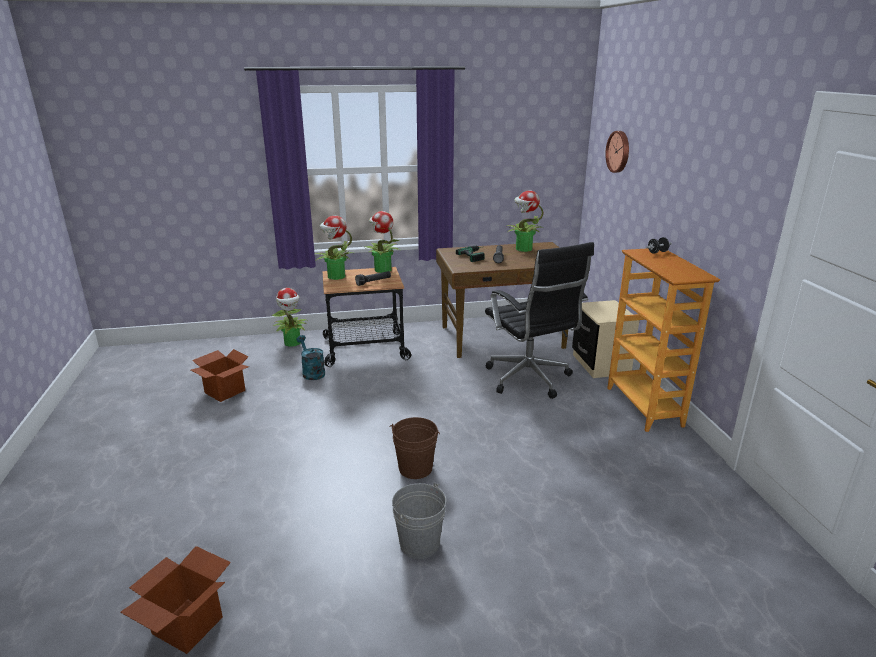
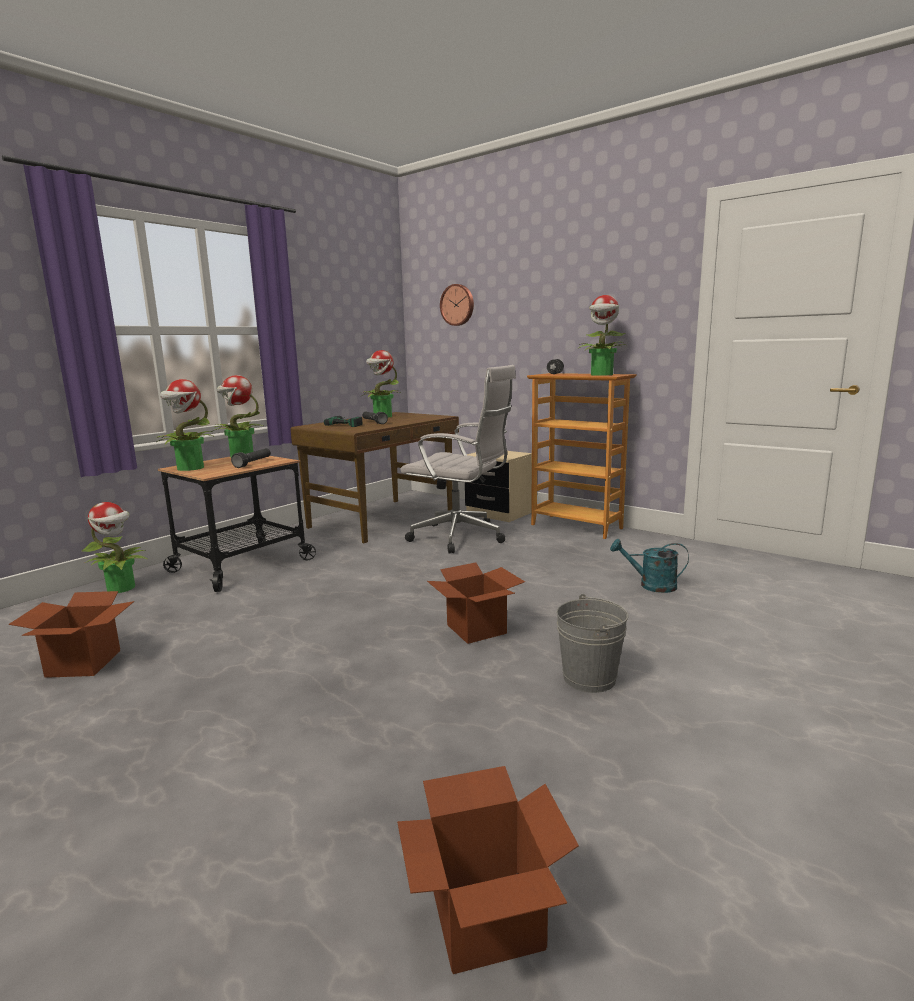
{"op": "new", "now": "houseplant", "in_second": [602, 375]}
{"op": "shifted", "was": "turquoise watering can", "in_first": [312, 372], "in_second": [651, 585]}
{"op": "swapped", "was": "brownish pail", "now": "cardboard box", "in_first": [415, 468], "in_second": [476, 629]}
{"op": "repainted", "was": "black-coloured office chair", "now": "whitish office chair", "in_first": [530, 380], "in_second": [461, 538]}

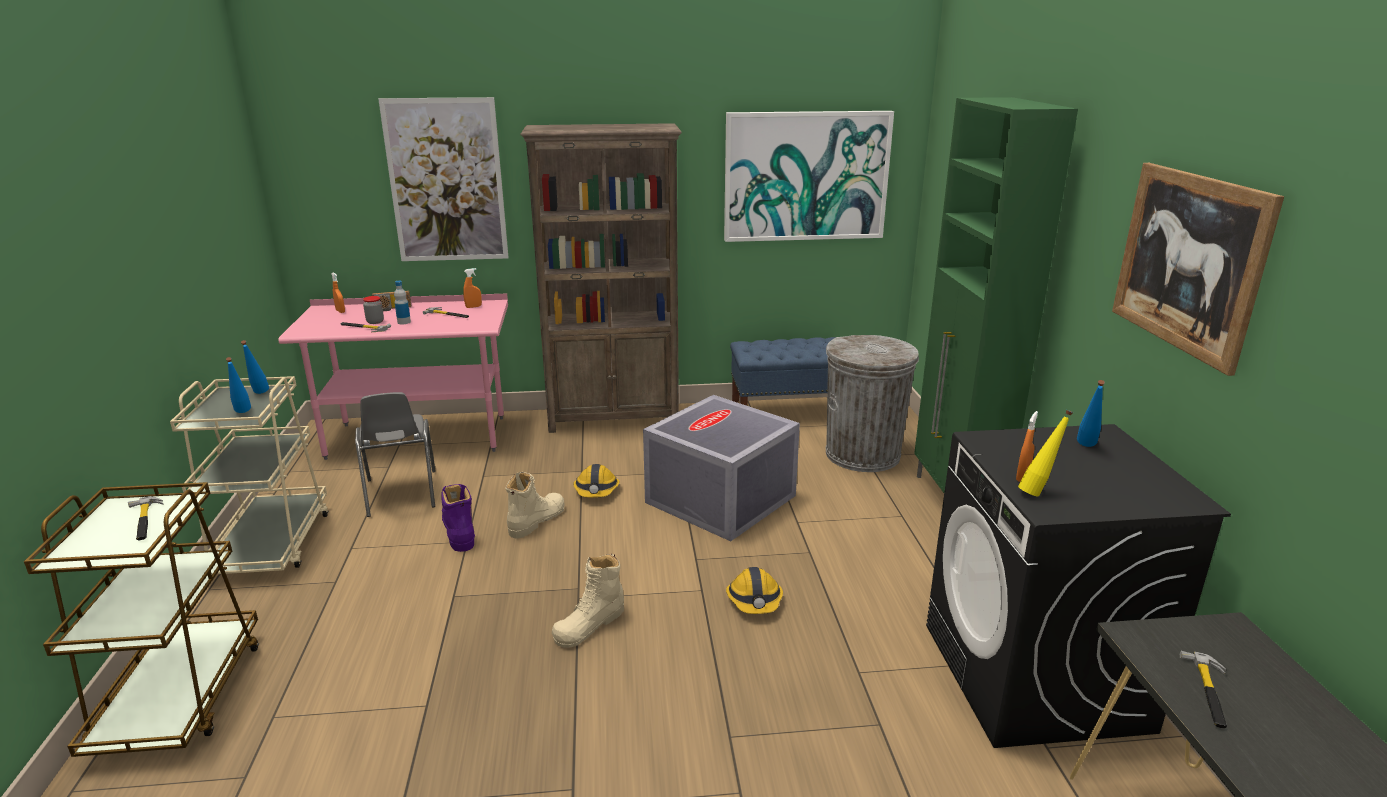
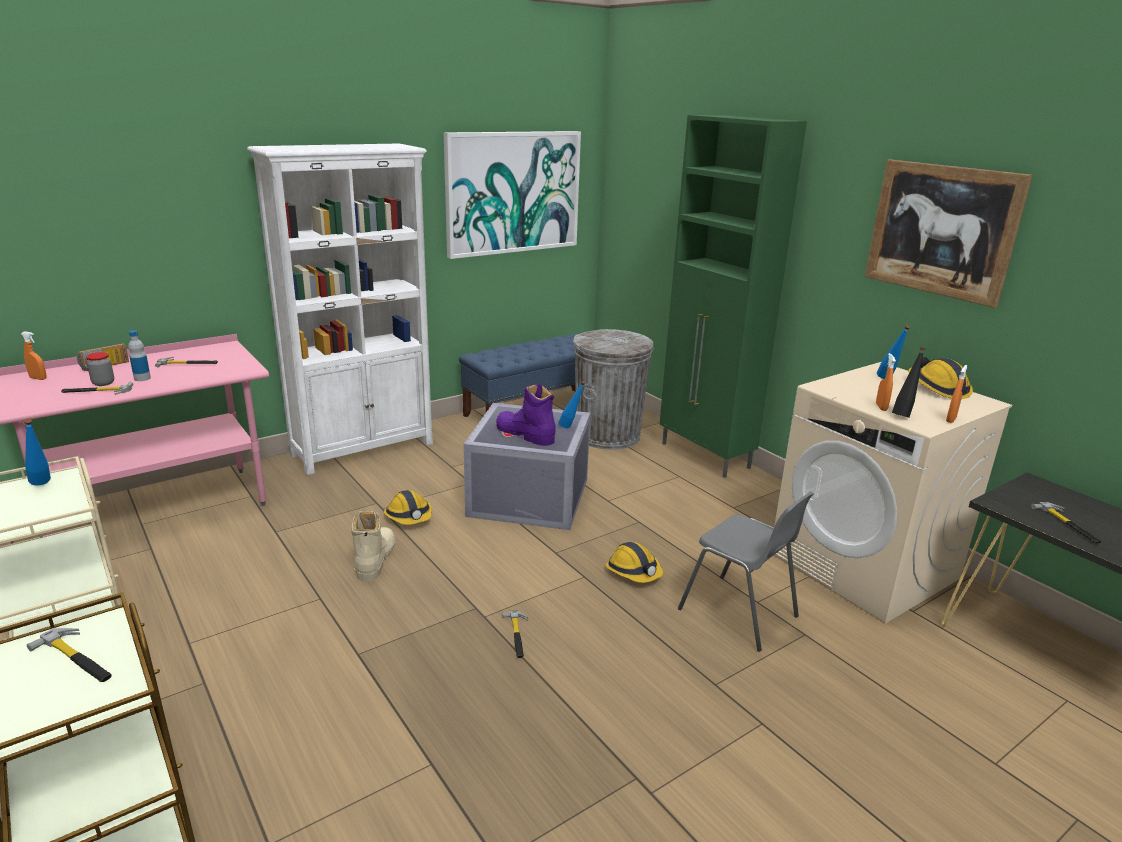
{"op": "gone", "was": "wall art", "in_first": [446, 181]}
{"op": "new", "now": "hard hat", "in_second": [938, 388]}
{"op": "shifted", "was": "blue drink bottle", "in_first": [243, 413], "in_second": [570, 428]}
{"op": "shifted", "was": "grey upright chair", "in_first": [401, 494], "in_second": [739, 613]}
{"op": "shifted", "was": "purplish tall boot", "in_first": [459, 532], "in_second": [525, 434]}
{"op": "shifted", "was": "orange-coloured spray bottle", "in_first": [473, 307], "in_second": [951, 419]}
{"op": "swapped", "was": "beige tall boot", "now": "tool hammer", "in_first": [590, 624], "in_second": [517, 636]}
{"op": "repainted", "was": "brownish bookshelf", "now": "whitish bookshelf", "in_first": [614, 419], "in_second": [364, 449]}
{"op": "repainted", "was": "black-coloured laundry appliance", "now": "beige laundry appliance", "in_first": [1034, 677], "in_second": [864, 566]}
{"op": "repainted", "was": "yellowish drink bottle", "now": "black-coloured drink bottle", "in_first": [1038, 492], "in_second": [903, 415]}

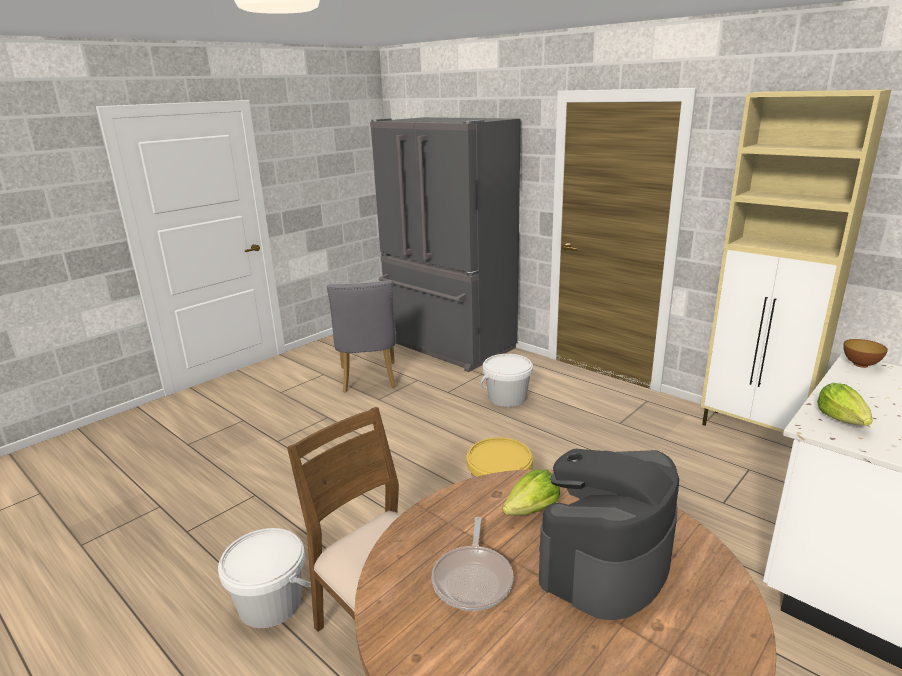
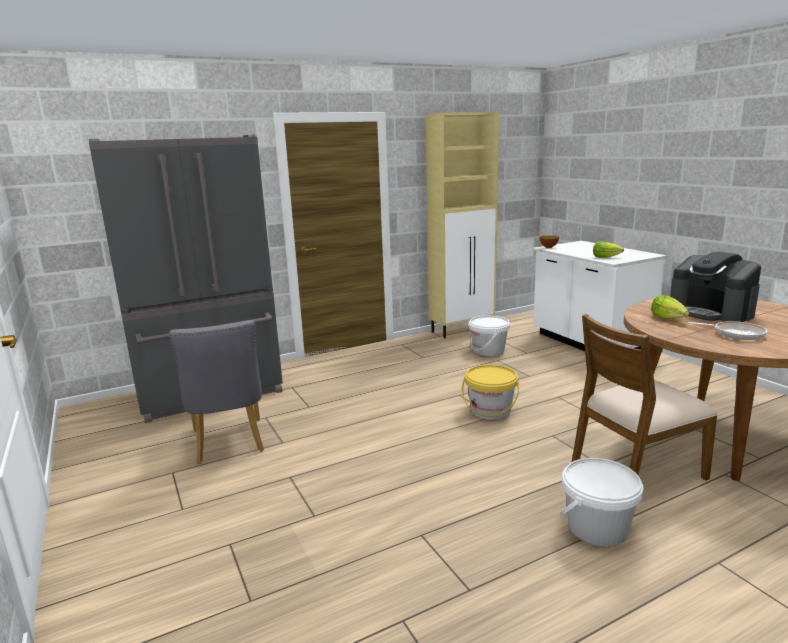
{"op": "shifted", "was": "whitish pail", "in_first": [507, 398], "in_second": [488, 351]}
{"op": "rotated", "was": "grey upright chair", "in_first": [368, 380], "in_second": [229, 444], "clockwise": 60}

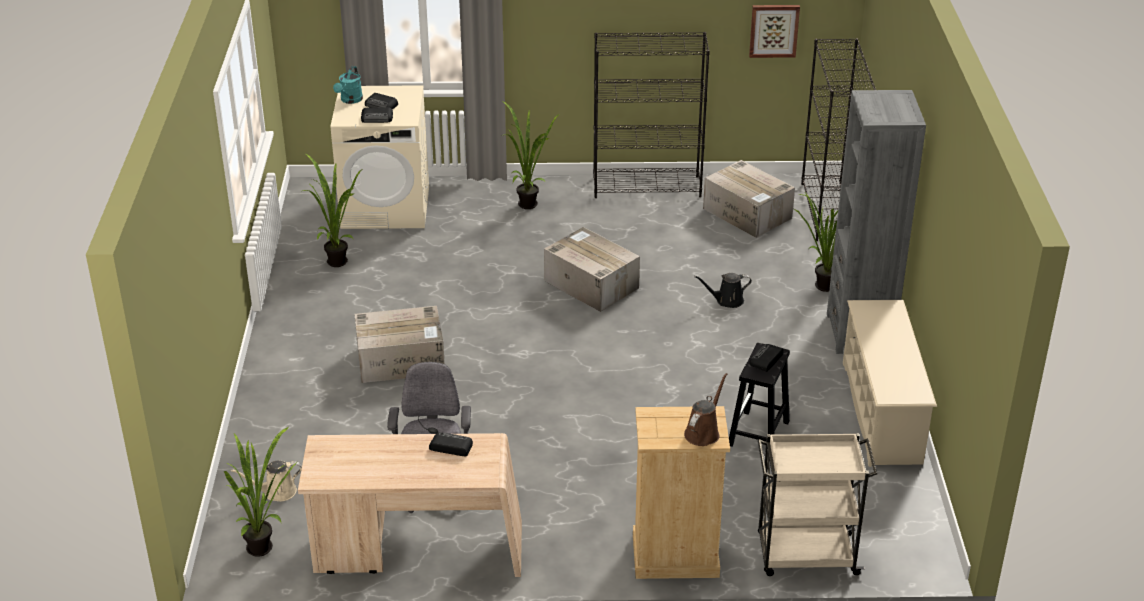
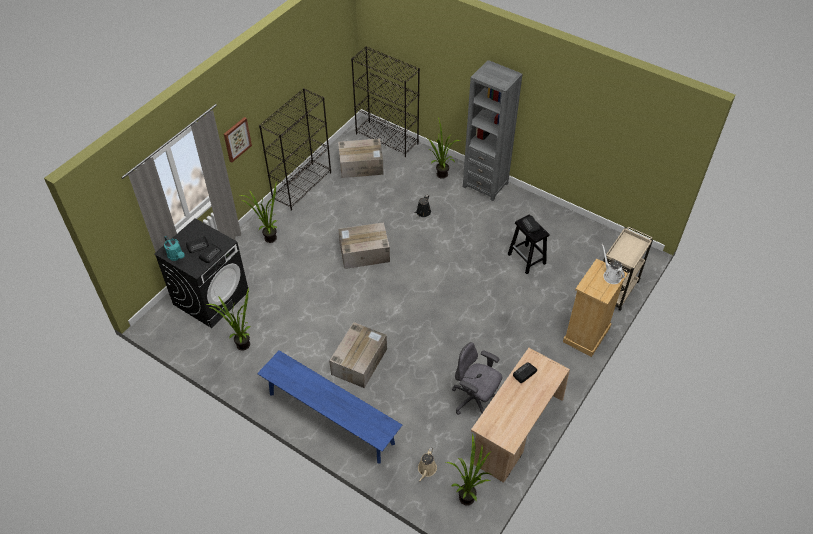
{"op": "gone", "was": "beige shoe shelf", "in_first": [881, 412]}
{"op": "new", "now": "blue bench", "in_second": [330, 418]}
{"op": "shifted", "was": "wall art", "in_first": [774, 30], "in_second": [236, 139]}
{"op": "repainted", "was": "beige laundry appliance", "now": "black-coloured laundry appliance", "in_first": [386, 207], "in_second": [211, 297]}
{"op": "repainted", "was": "brownish watering can", "now": "whitish watering can", "in_first": [703, 432], "in_second": [611, 275]}

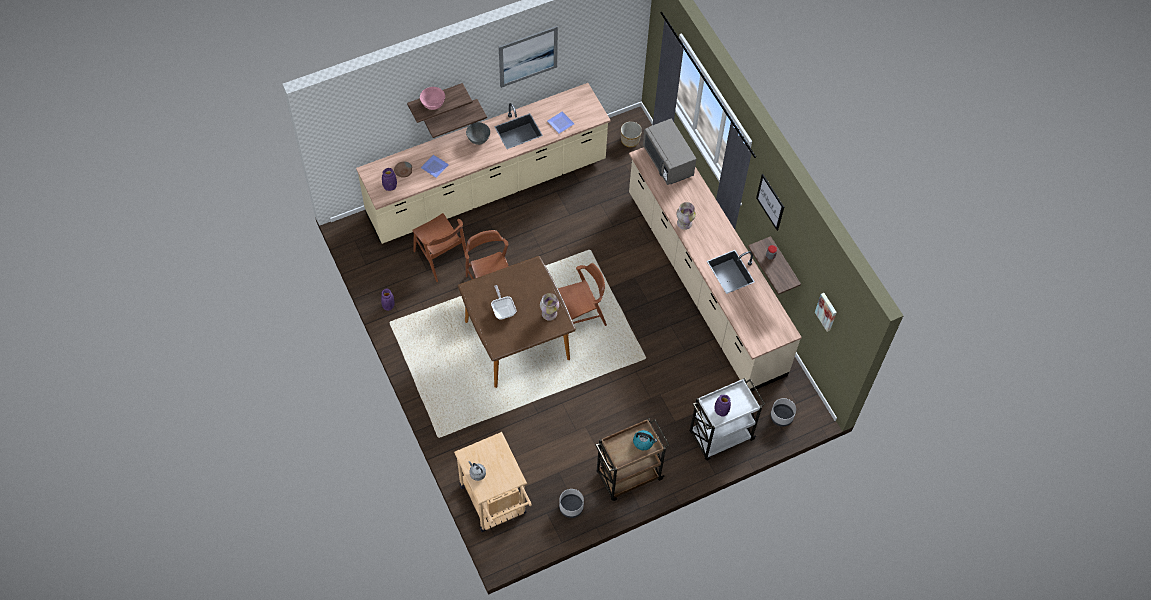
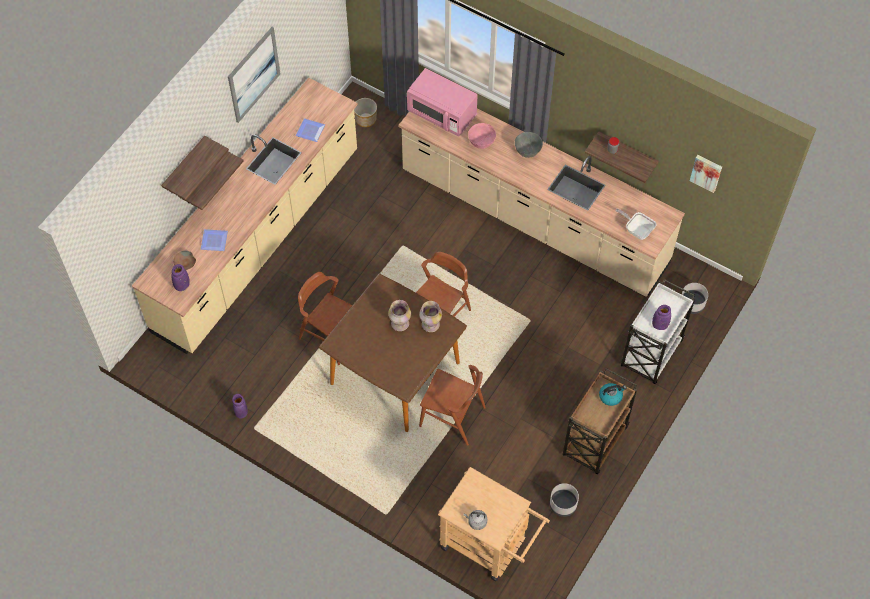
{"op": "gone", "was": "wall art", "in_first": [770, 202]}
{"op": "shifted", "was": "brownish upright chair", "in_first": [441, 257], "in_second": [452, 416]}
{"op": "shifted", "was": "pink deep dish", "in_first": [433, 105], "in_second": [481, 143]}
{"op": "shifted", "was": "grey deep dish", "in_first": [478, 139], "in_second": [528, 151]}
{"op": "shifted", "was": "skillet", "in_first": [503, 310], "in_second": [637, 229]}
{"op": "shifted", "was": "vase", "in_first": [684, 223], "in_second": [399, 324]}
{"op": "repainted", "was": "grey kitchen microwave", "now": "pink kitchen microwave", "in_first": [668, 161], "in_second": [442, 114]}

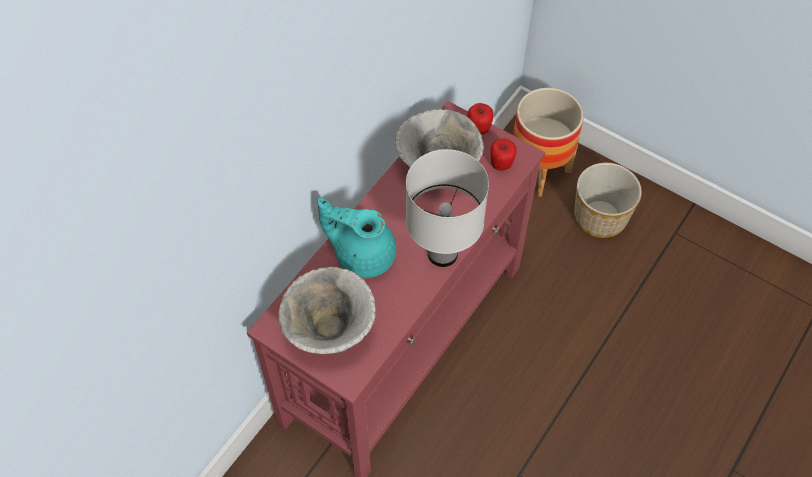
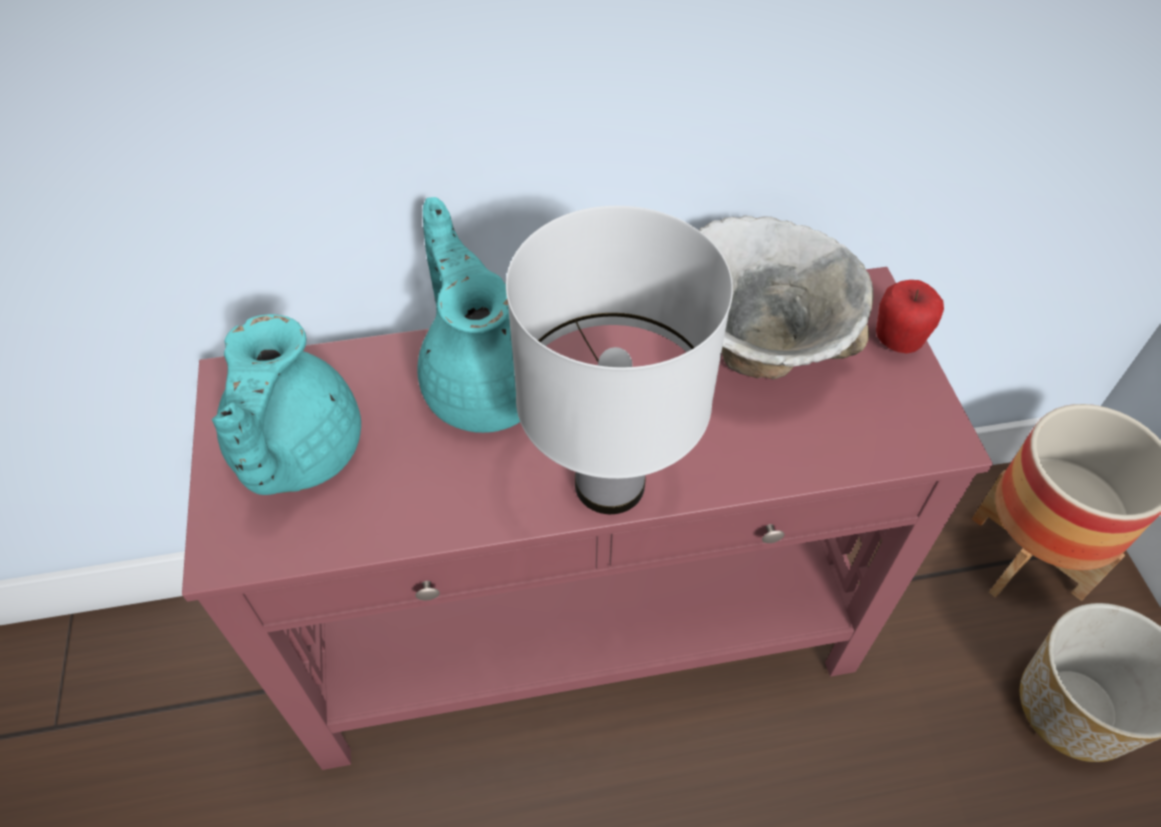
{"op": "gone", "was": "whole apple", "in_first": [501, 165]}
{"op": "swapped", "was": "deep dish", "now": "turquoise teapot", "in_first": [329, 332], "in_second": [295, 454]}

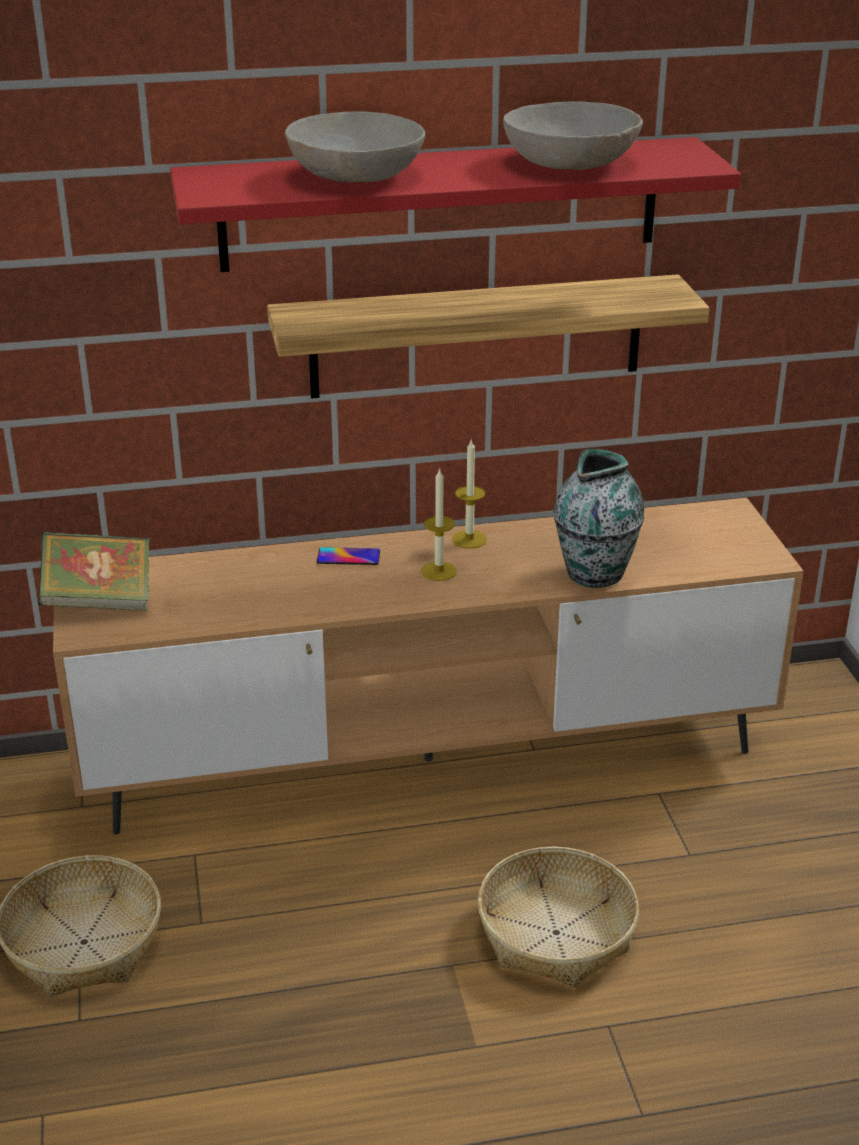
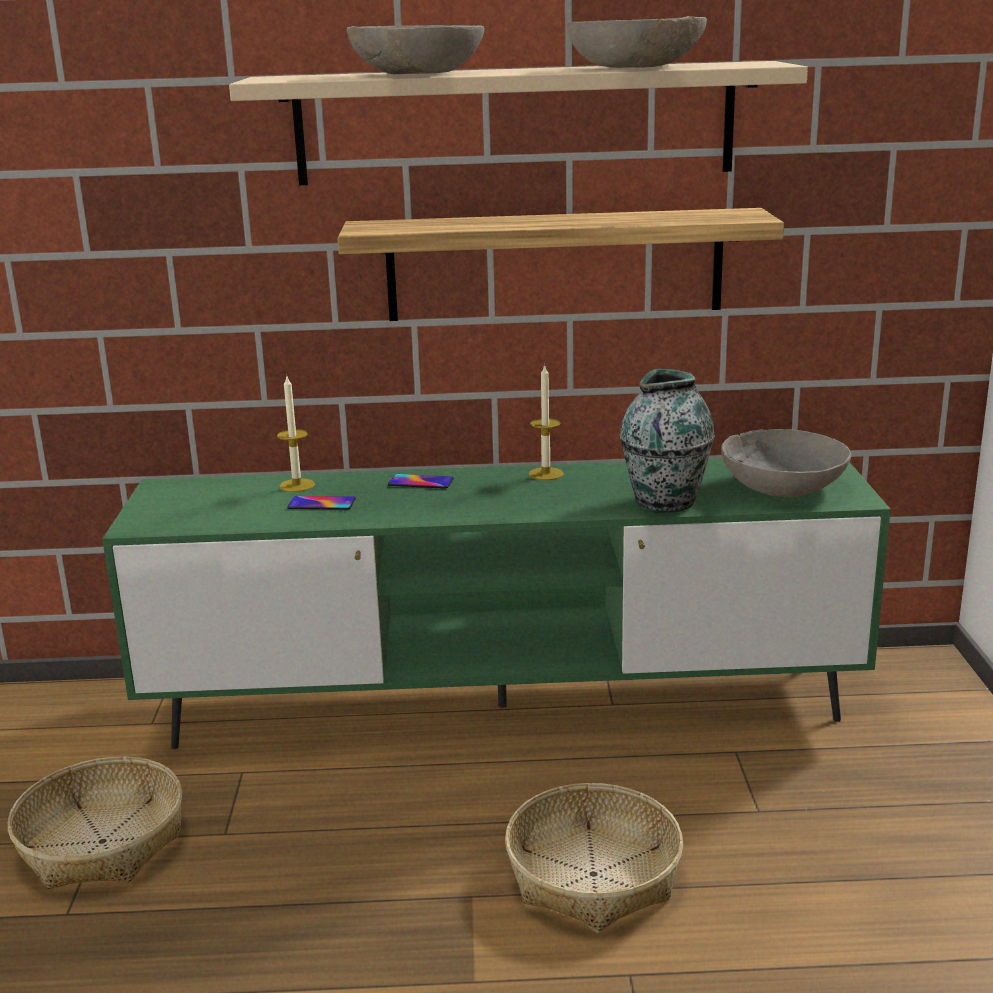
{"op": "gone", "was": "volume", "in_first": [99, 601]}
{"op": "new", "now": "handset", "in_second": [321, 504]}
{"op": "new", "now": "grey deep dish", "in_second": [782, 487]}
{"op": "shifted", "was": "wax candle", "in_first": [439, 571], "in_second": [297, 485]}
{"op": "repainted", "was": "brownish tv stand", "now": "greenish tv stand", "in_first": [428, 759], "in_second": [502, 706]}
{"op": "repainted", "was": "red-coloured bracket shelf", "now": "beige bracket shelf", "in_first": [440, 204], "in_second": [514, 124]}

